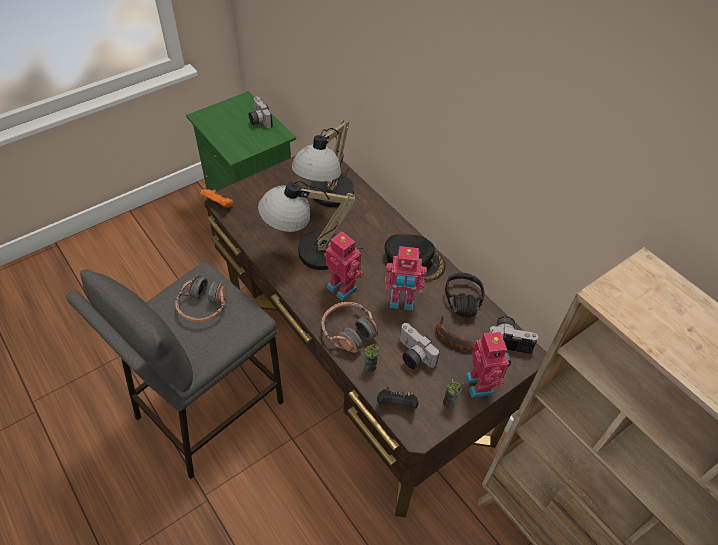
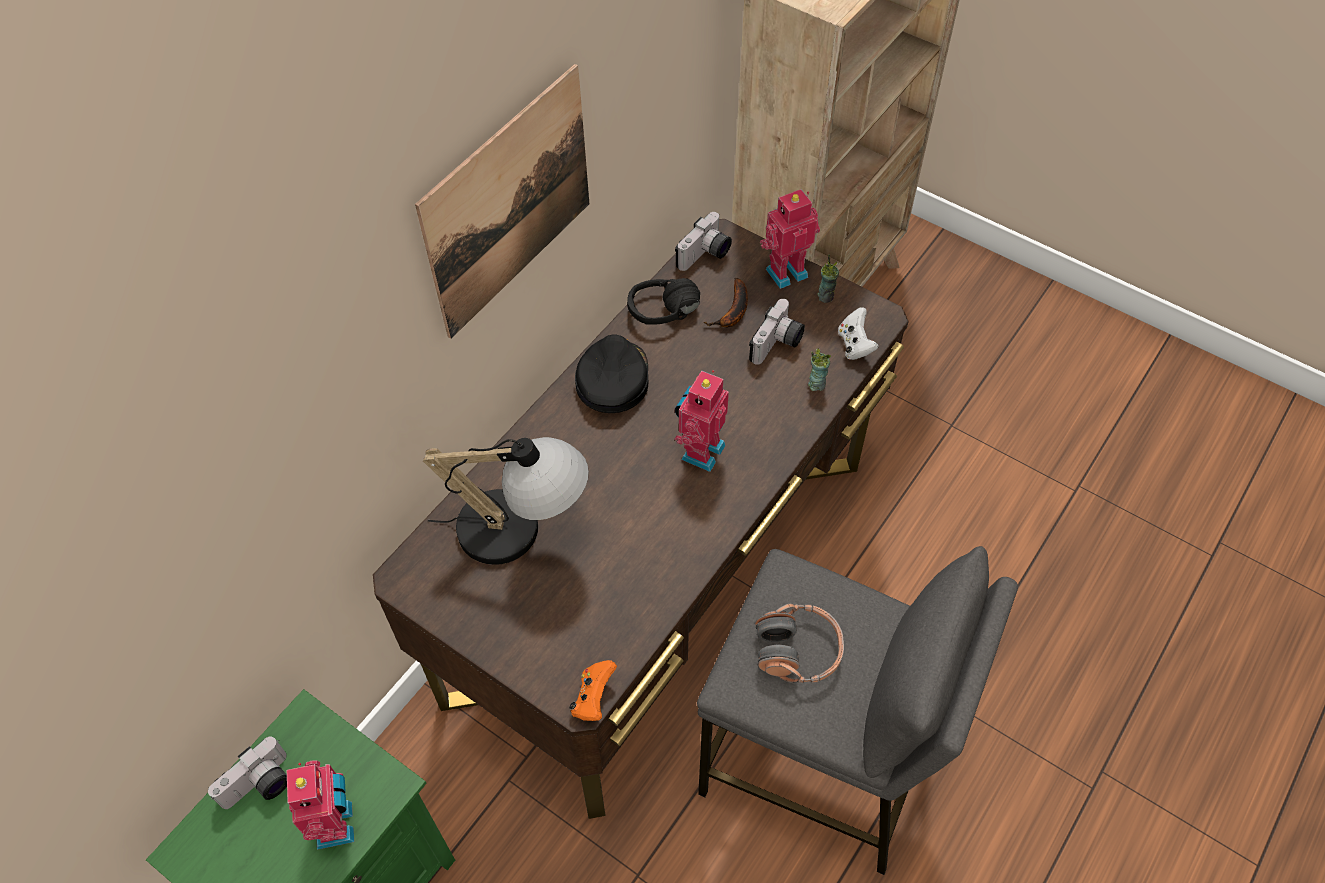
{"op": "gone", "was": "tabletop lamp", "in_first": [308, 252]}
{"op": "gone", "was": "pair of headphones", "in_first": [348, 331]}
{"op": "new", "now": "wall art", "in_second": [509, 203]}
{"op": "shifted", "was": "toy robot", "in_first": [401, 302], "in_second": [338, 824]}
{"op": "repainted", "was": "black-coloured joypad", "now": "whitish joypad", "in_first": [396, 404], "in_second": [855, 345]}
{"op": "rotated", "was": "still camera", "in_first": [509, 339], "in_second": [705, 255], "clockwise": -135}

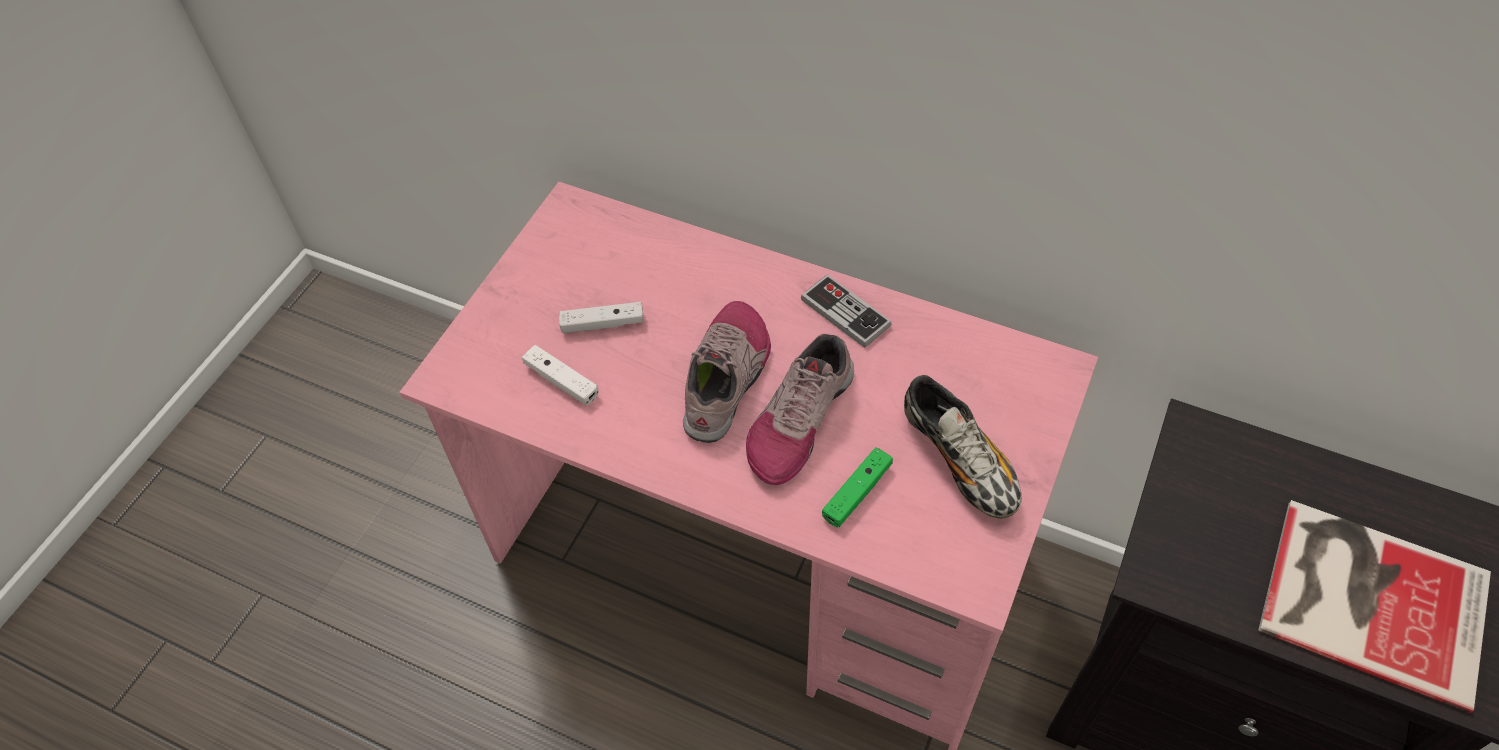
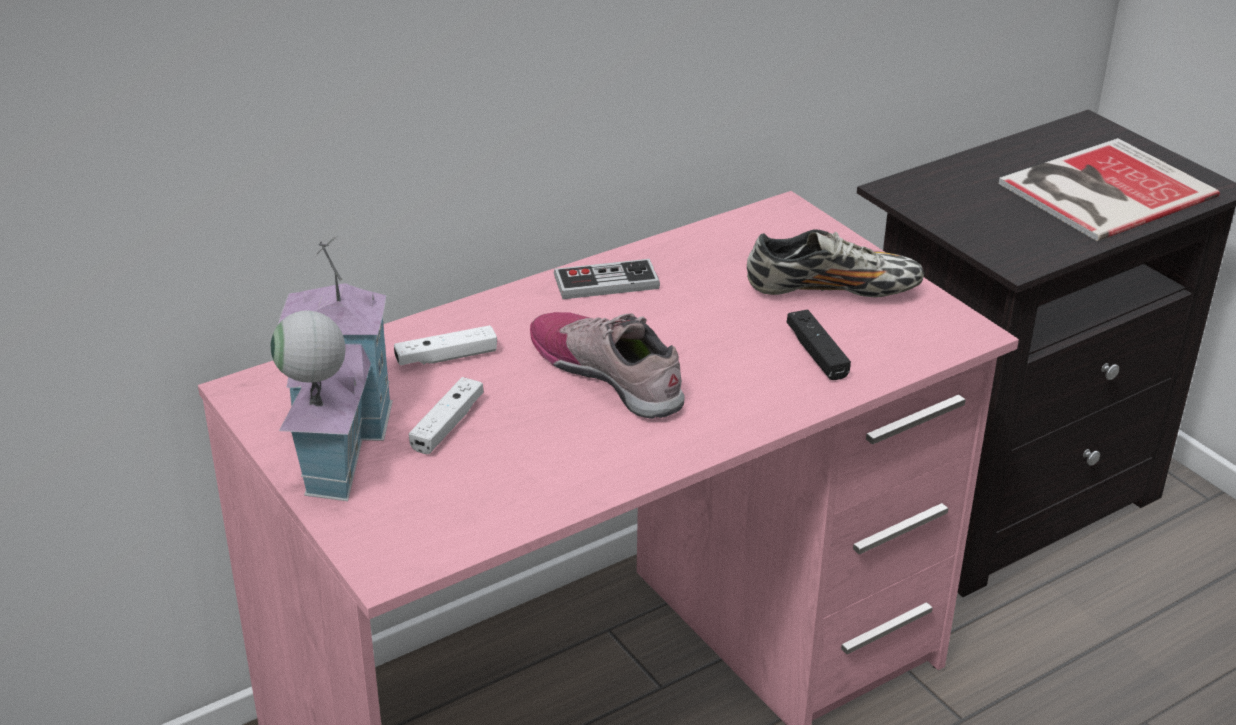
{"op": "gone", "was": "low shoe", "in_first": [799, 419]}
{"op": "new", "now": "model house", "in_second": [336, 443]}
{"op": "shifted", "was": "whitish joypad", "in_first": [562, 381], "in_second": [446, 357]}
{"op": "repainted", "was": "greenish joypad", "now": "black-coloured joypad", "in_first": [857, 492], "in_second": [816, 354]}

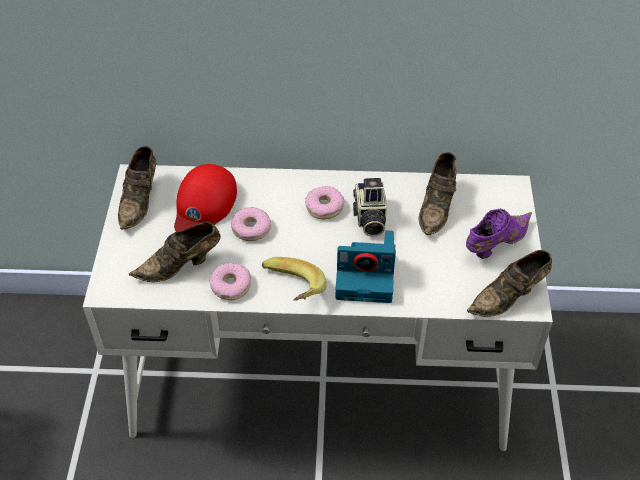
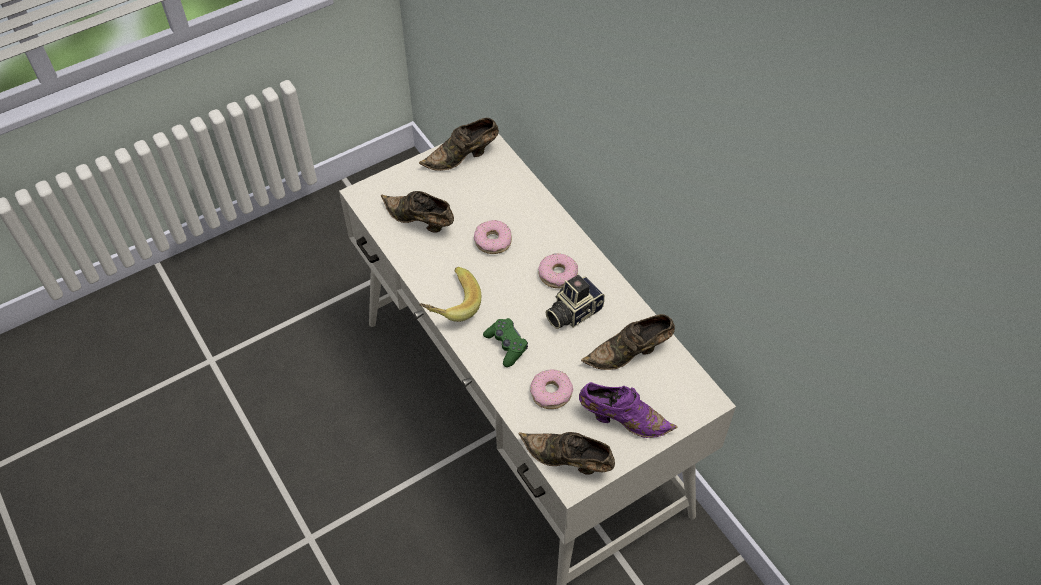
{"op": "gone", "was": "red-coloured cap", "in_first": [204, 205]}
{"op": "shifted", "was": "donut", "in_first": [231, 285], "in_second": [551, 393]}
{"op": "swapped", "was": "still camera", "now": "greenish joypad", "in_first": [366, 276], "in_second": [506, 345]}

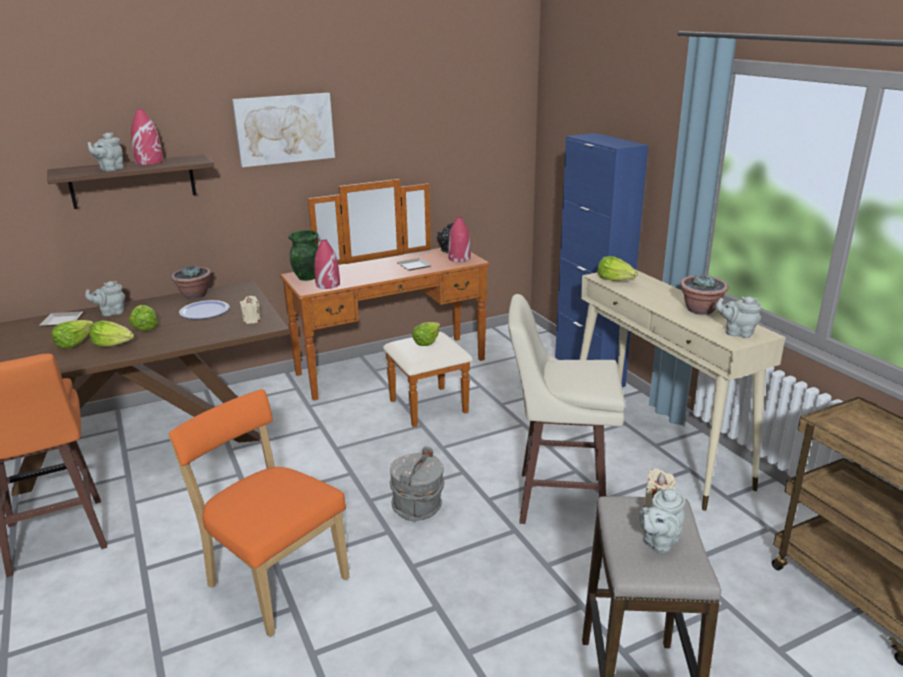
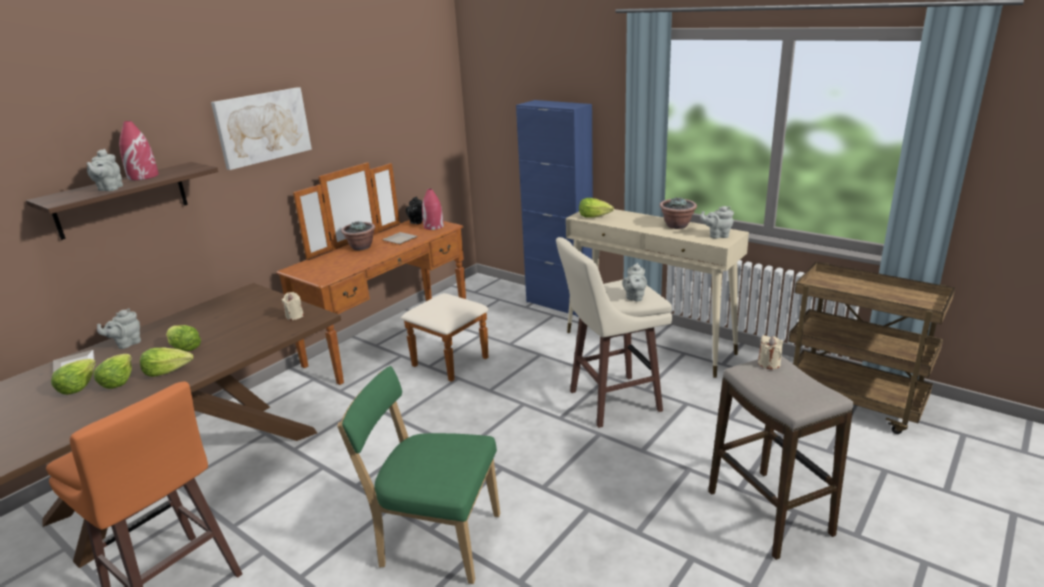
{"op": "gone", "was": "dinner plate", "in_first": [204, 311]}
{"op": "gone", "was": "greenish vase", "in_first": [307, 277]}
{"op": "gone", "was": "red-coloured vase", "in_first": [327, 284]}
{"op": "gone", "was": "grey pail", "in_first": [418, 507]}
{"op": "shifted", "was": "houseplant", "in_first": [194, 295], "in_second": [361, 247]}
{"op": "shifted", "was": "lettuce head", "in_first": [426, 341], "in_second": [78, 386]}
{"op": "shifted", "was": "grey teapot", "in_first": [659, 542], "in_second": [634, 297]}
{"op": "repainted", "was": "orange-coloured upright chair", "now": "greenish upright chair", "in_first": [274, 579], "in_second": [435, 539]}

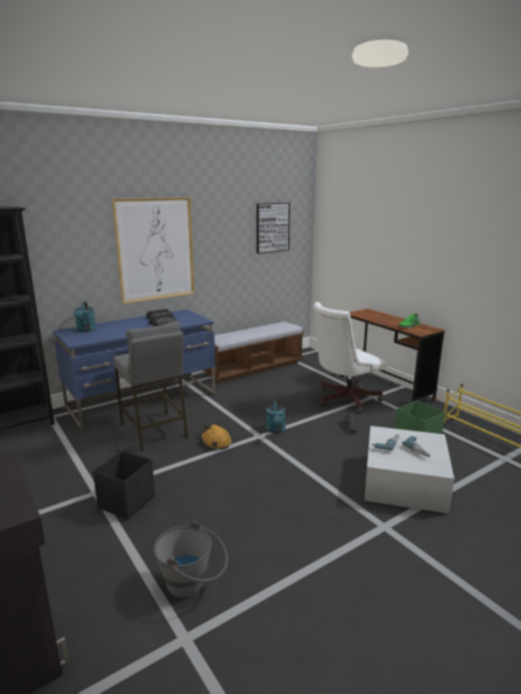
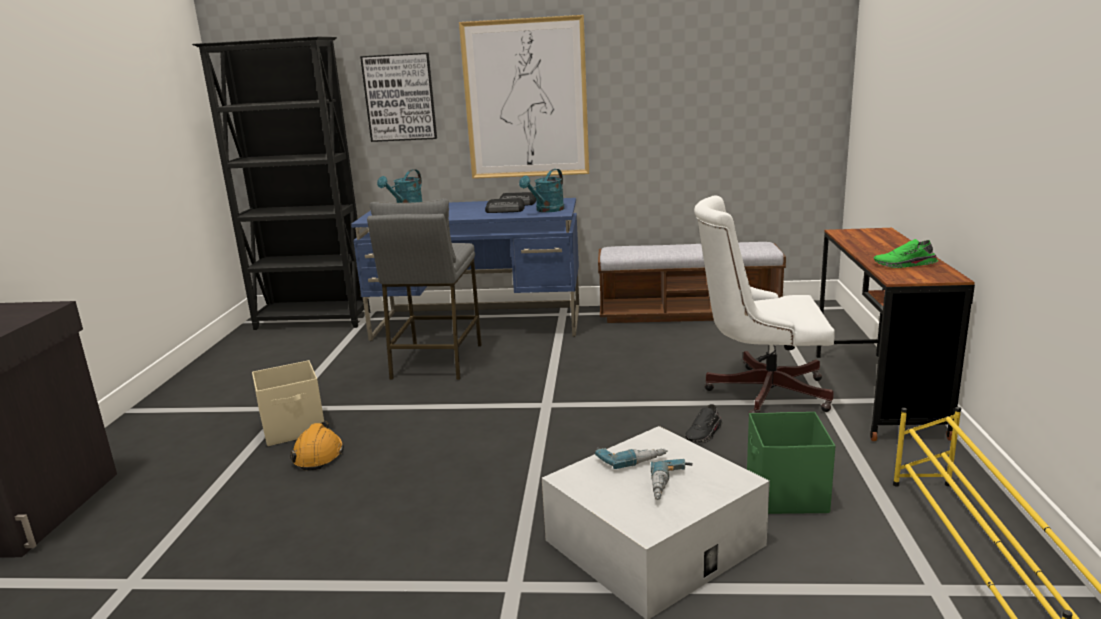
{"op": "gone", "was": "grey pail", "in_first": [193, 584]}
{"op": "shifted", "was": "orange-coloured hard hat", "in_first": [216, 442], "in_second": [318, 455]}
{"op": "shifted", "was": "wall art", "in_first": [272, 227], "in_second": [400, 97]}
{"op": "shifted", "was": "turquoise watering can", "in_first": [276, 430], "in_second": [546, 210]}
{"op": "repainted", "was": "black-coloured storage bin", "now": "beige storage bin", "in_first": [127, 502], "in_second": [294, 428]}

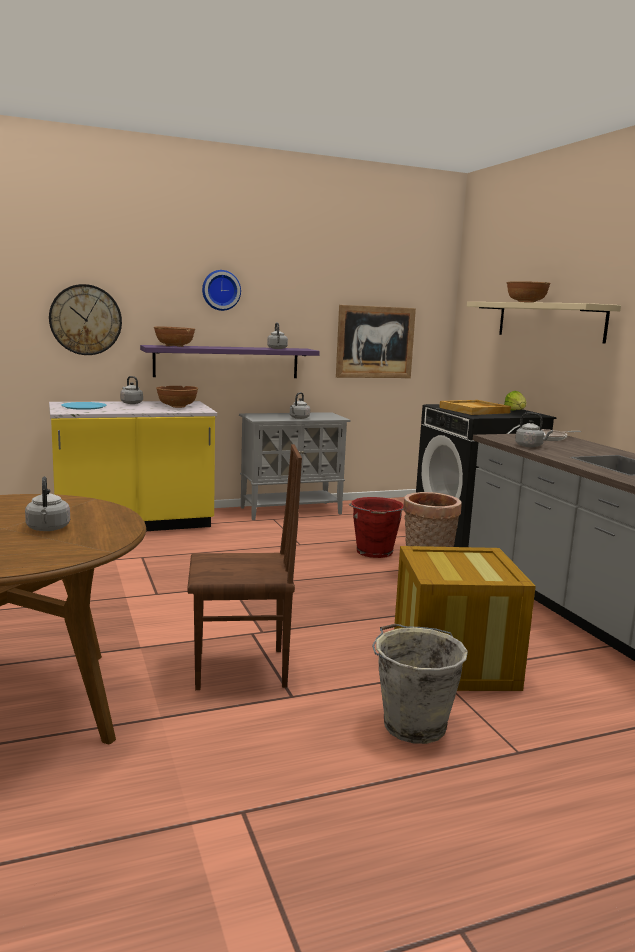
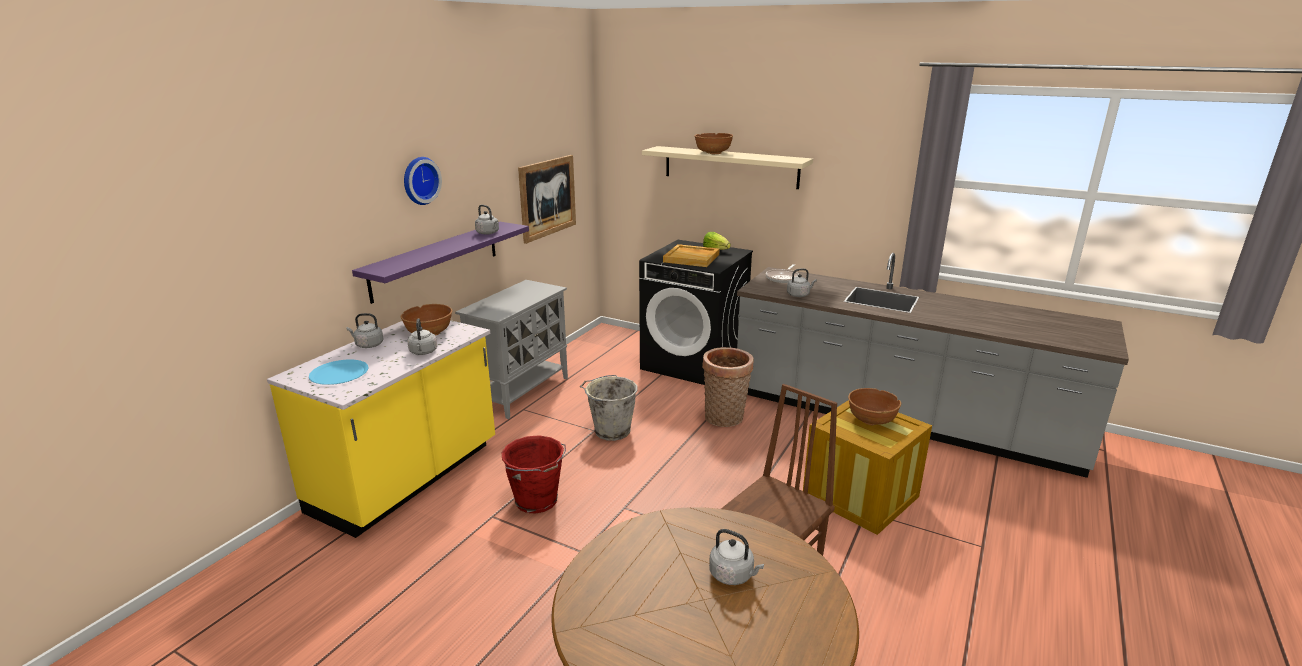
{"op": "gone", "was": "wall clock", "in_first": [85, 320]}
{"op": "shifted", "was": "brownish deep dish", "in_first": [174, 346], "in_second": [871, 419]}
{"op": "shifted", "was": "grey water kettle", "in_first": [299, 418], "in_second": [423, 352]}
{"op": "shifted", "was": "red-coloured pail", "in_first": [374, 552], "in_second": [537, 501]}
{"op": "shifted", "was": "grey pail", "in_first": [413, 724], "in_second": [611, 431]}

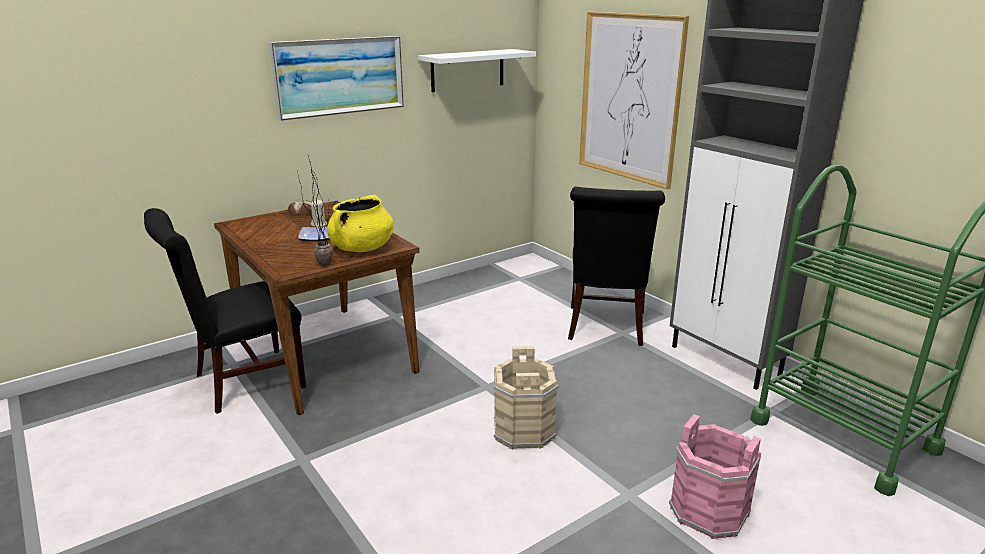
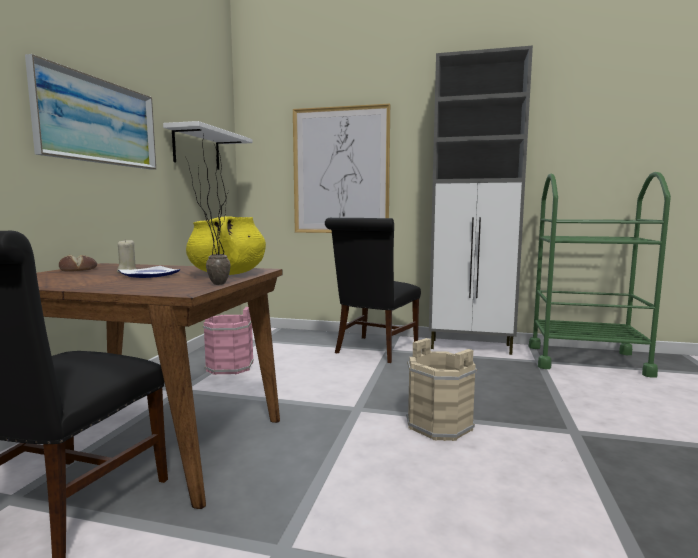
{"op": "shifted", "was": "pink pail", "in_first": [708, 511], "in_second": [229, 367]}
{"op": "rotated", "was": "black-coloured upright chair", "in_first": [606, 328], "in_second": [374, 350], "clockwise": 60}

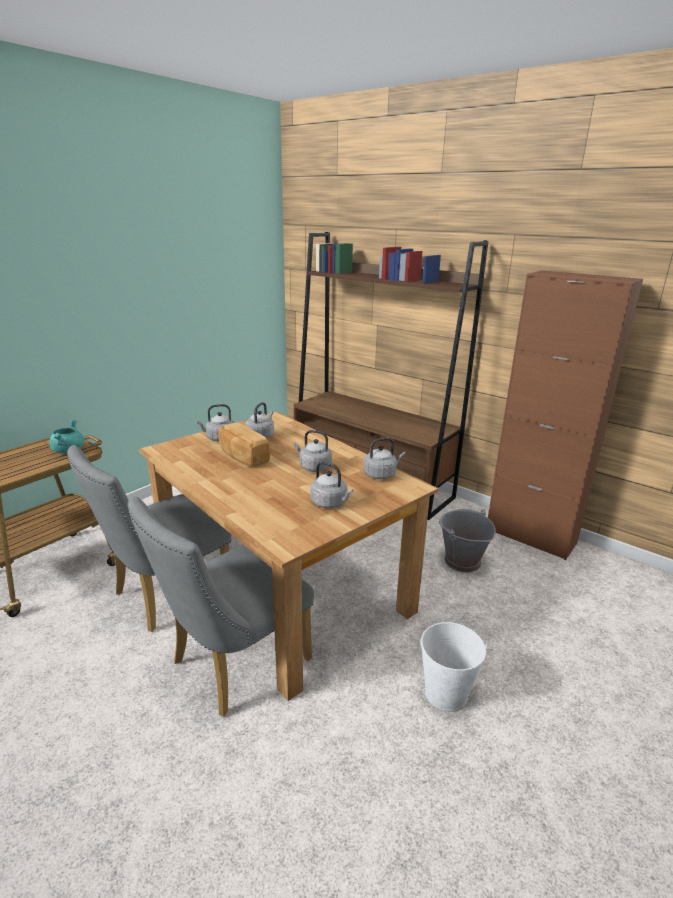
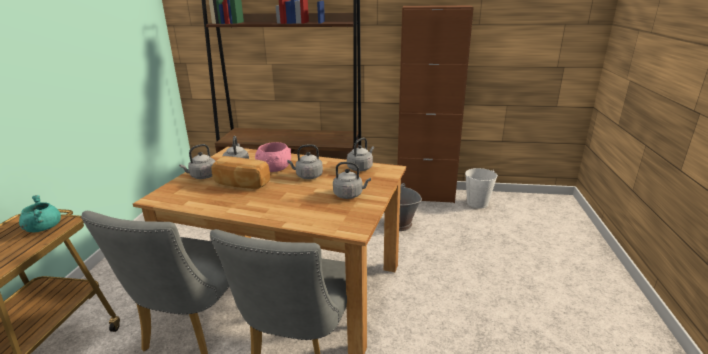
{"op": "new", "now": "pink deep dish", "in_second": [274, 169]}
{"op": "shifted", "was": "whitish pail", "in_first": [445, 693], "in_second": [477, 203]}

